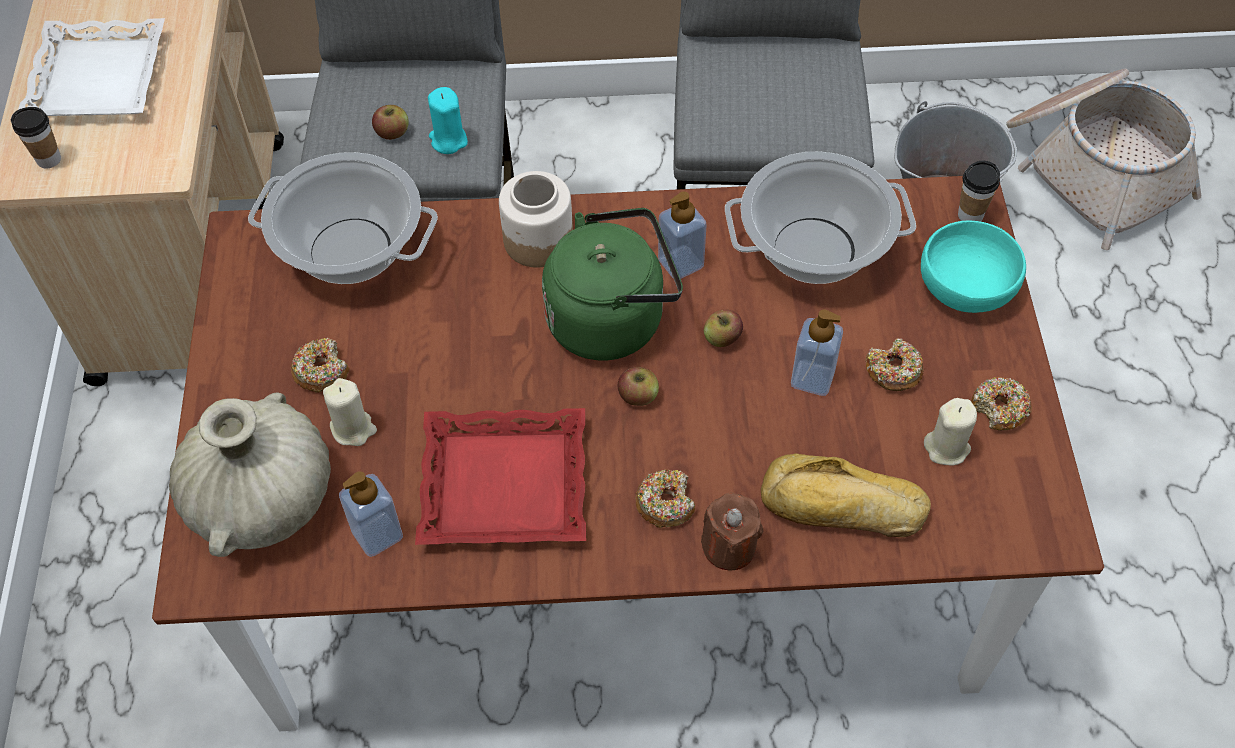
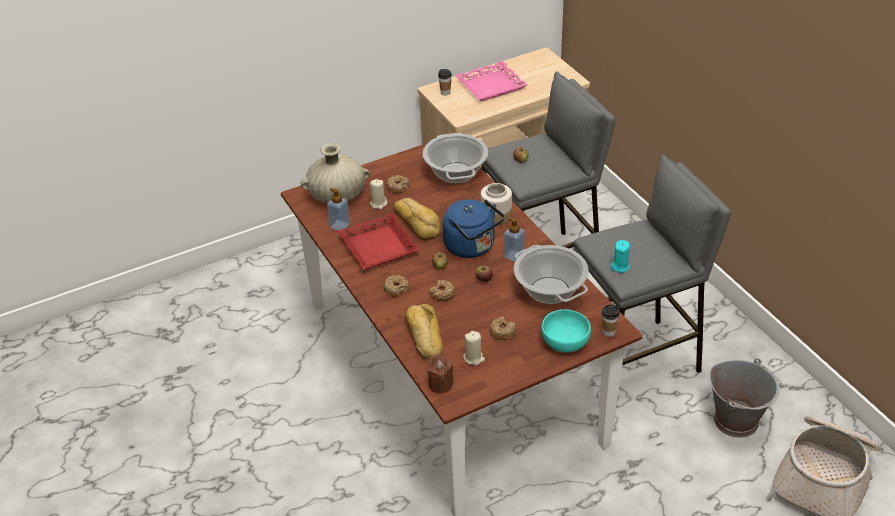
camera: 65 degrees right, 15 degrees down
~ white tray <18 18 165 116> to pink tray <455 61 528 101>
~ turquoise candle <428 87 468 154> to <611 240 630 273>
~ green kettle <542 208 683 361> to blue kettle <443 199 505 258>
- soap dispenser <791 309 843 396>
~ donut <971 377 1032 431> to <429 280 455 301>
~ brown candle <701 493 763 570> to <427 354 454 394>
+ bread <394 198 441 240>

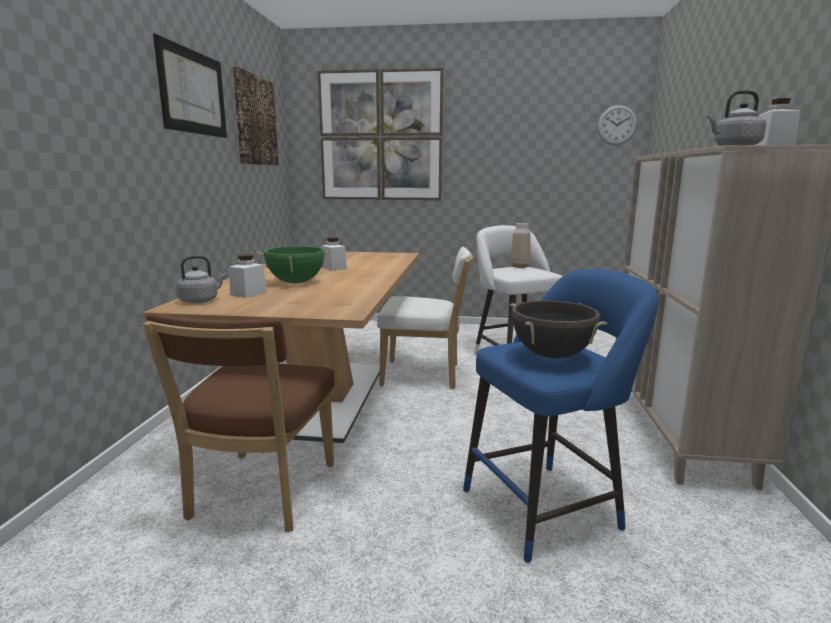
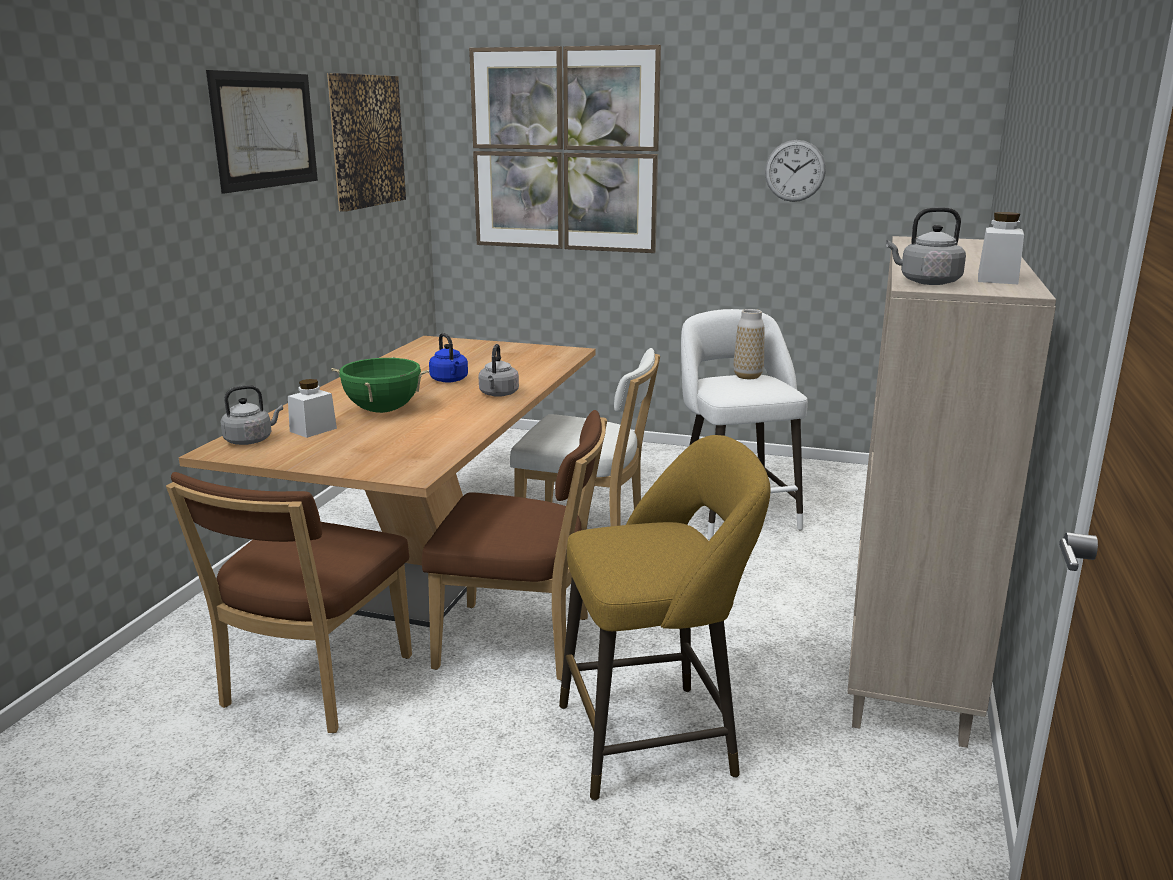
camera: 10 degrees right, 5 degrees up
~ wall clock <598 105 637 145> to <765 140 826 202>
~ white jar <321 237 347 271> to blue kettle <429 333 468 383>
~ blue stool <463 269 659 563> to yellow stool <559 435 770 801>
- black cooking pot <510 300 607 359>
+ grey kettle <479 344 519 397>
+ brown chair <422 410 607 681>

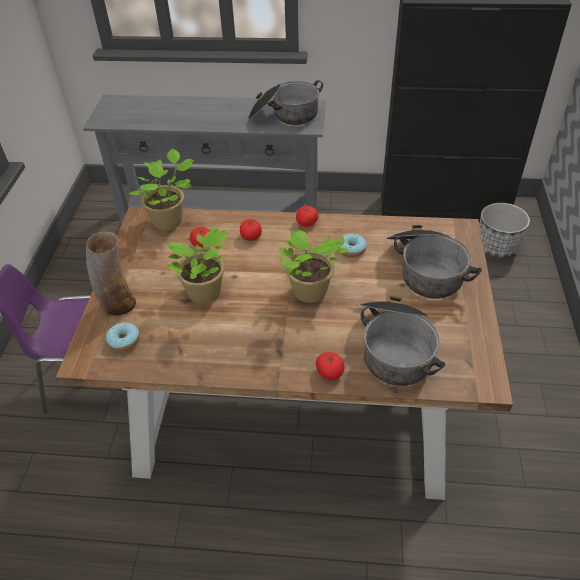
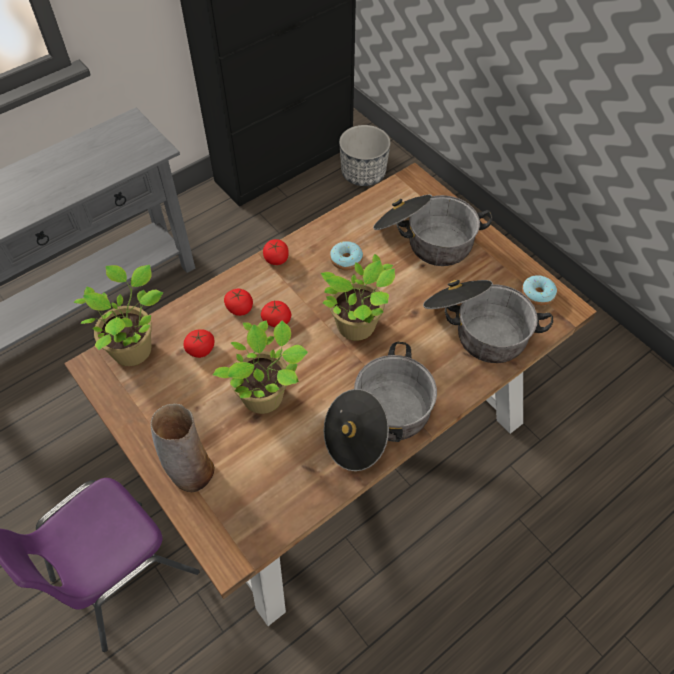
camera: 45 degrees left, 10 degrees up
~ cooking pot <248 80 323 125> to <324 342 437 471>
~ donut <106 322 140 352> to <522 275 557 306>
~ tomato <316 352 344 380> to <261 301 291 327>

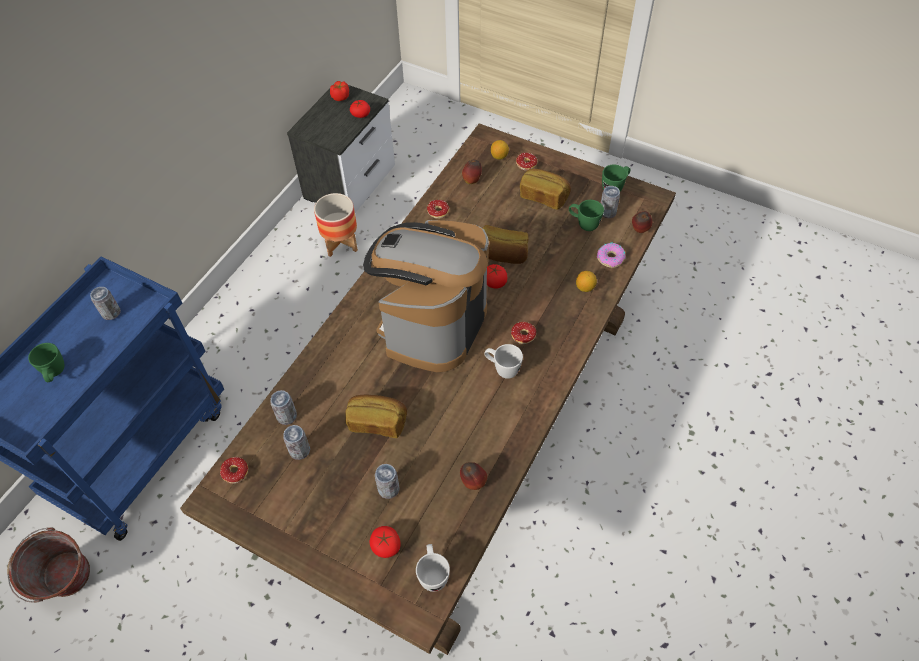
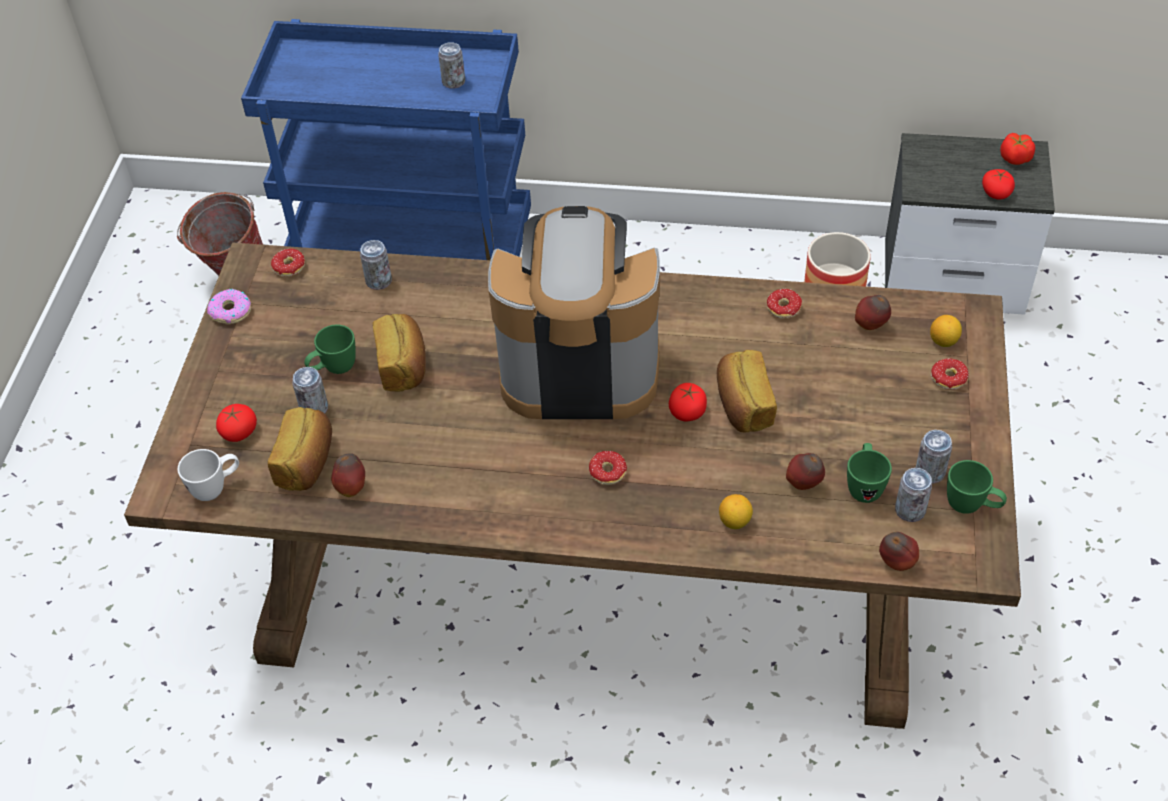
camera: 70 degrees right, 5 degrees down
~ bread <520 169 571 210> to <268 407 332 491>
~ donut <597 242 626 268> to <207 289 251 324>
~ green mug <28 343 65 382> to <304 325 356 374>
- white mug <484 344 523 379>
~ can <283 425 310 460> to <915 430 952 483>
+ apple <786 453 825 490>

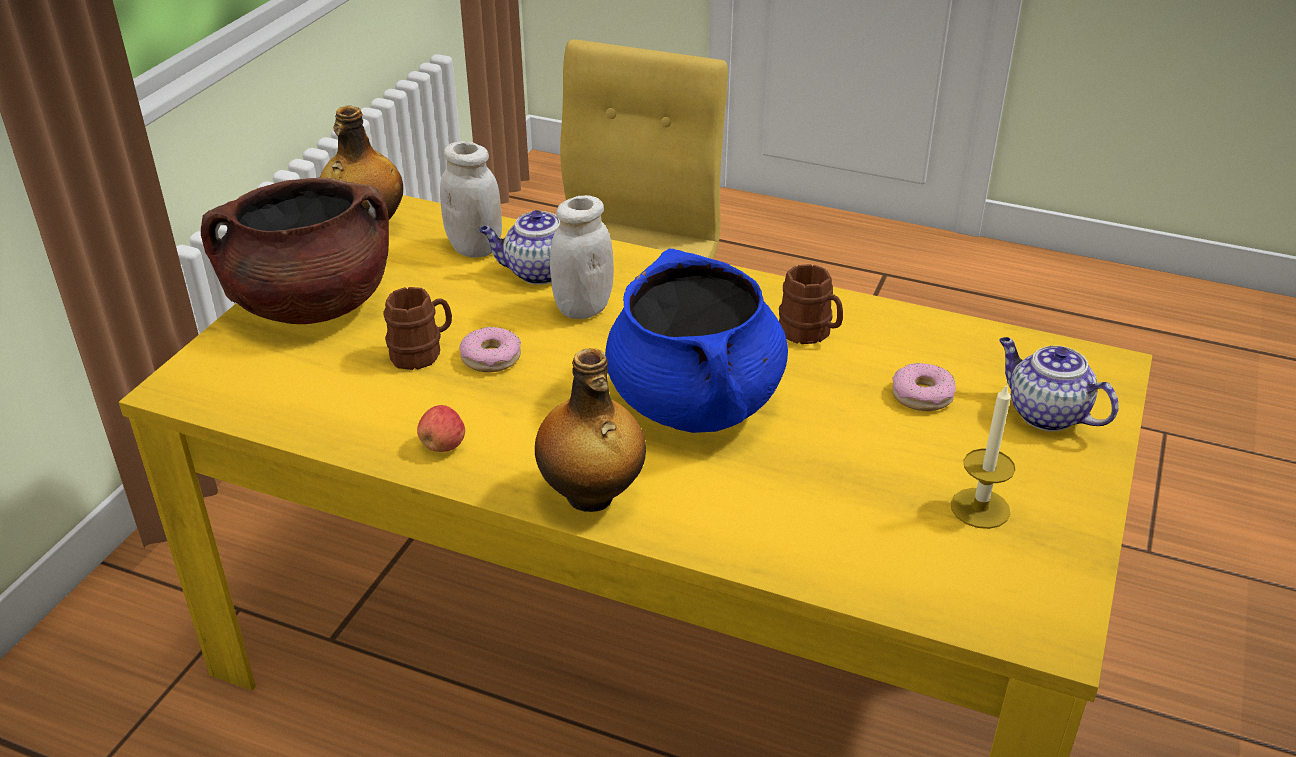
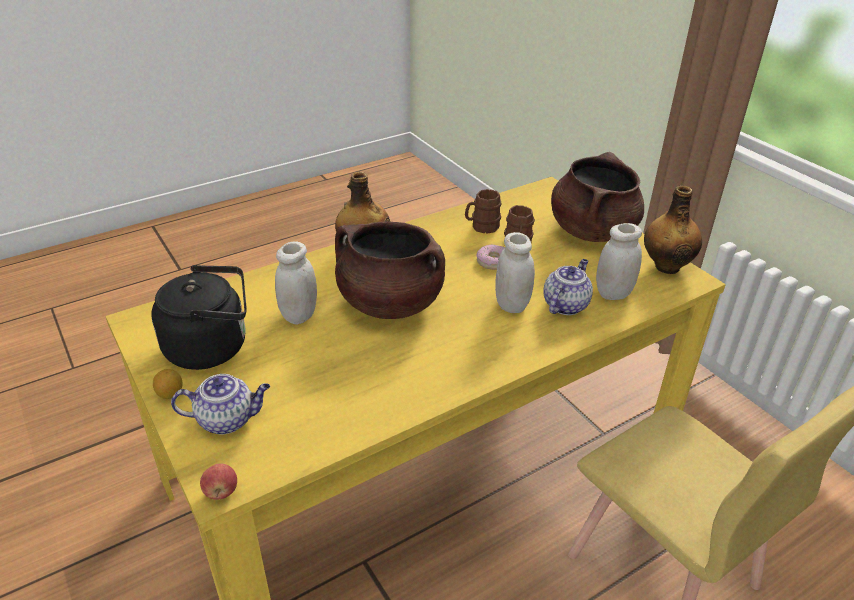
camera: 125 degrees right, 0 degrees up
~ blue cooking pot <605 249 788 433> to brown cooking pot <335 222 445 319>
~ brown mug <779 264 843 344> to <465 189 501 233>
- donut <892 363 956 411>
~ candle <951 383 1016 529> to black kettle <151 265 246 370>
~ apple <417 405 465 452> to <200 463 237 500>
+ white jar <275 241 317 325>
+ lemon <153 369 183 399>

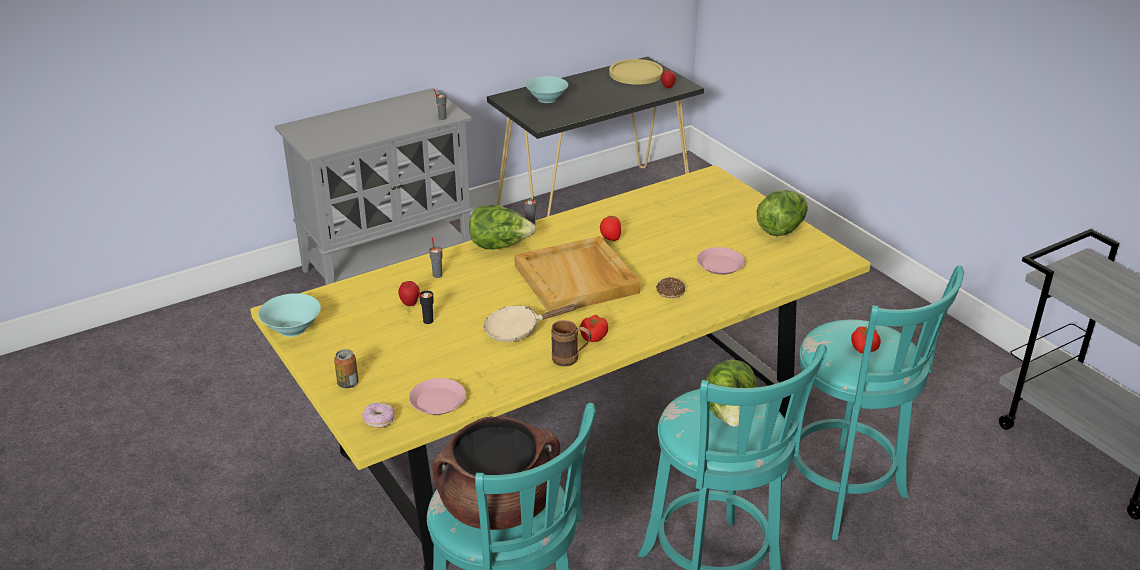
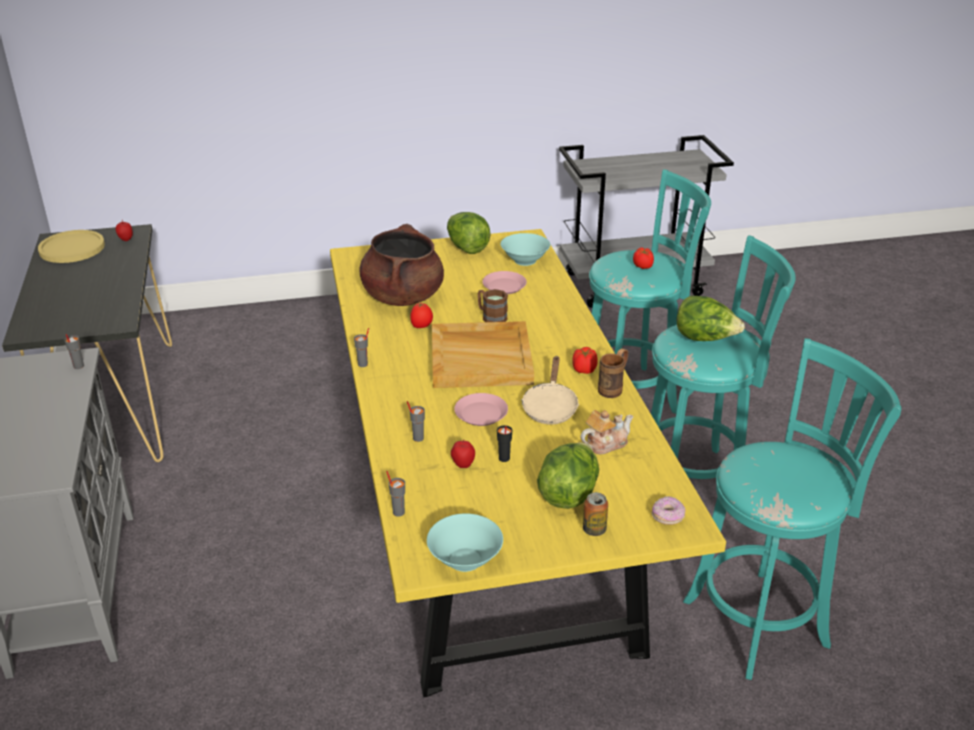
camera: 70 degrees left, 0 degrees up
~ turquoise bowl <526 76 568 103> to <501 233 550 266>
~ lettuce <469 205 536 250> to <537 442 599 509>
- donut <656 277 685 298>
~ pink plate <409 378 466 415> to <454 393 508 426>
~ brown cooking pot <432 416 560 530> to <359 224 444 306>
+ brown mug <478 289 508 322>
+ teapot <580 410 633 454>
+ grey cup <386 471 405 517>

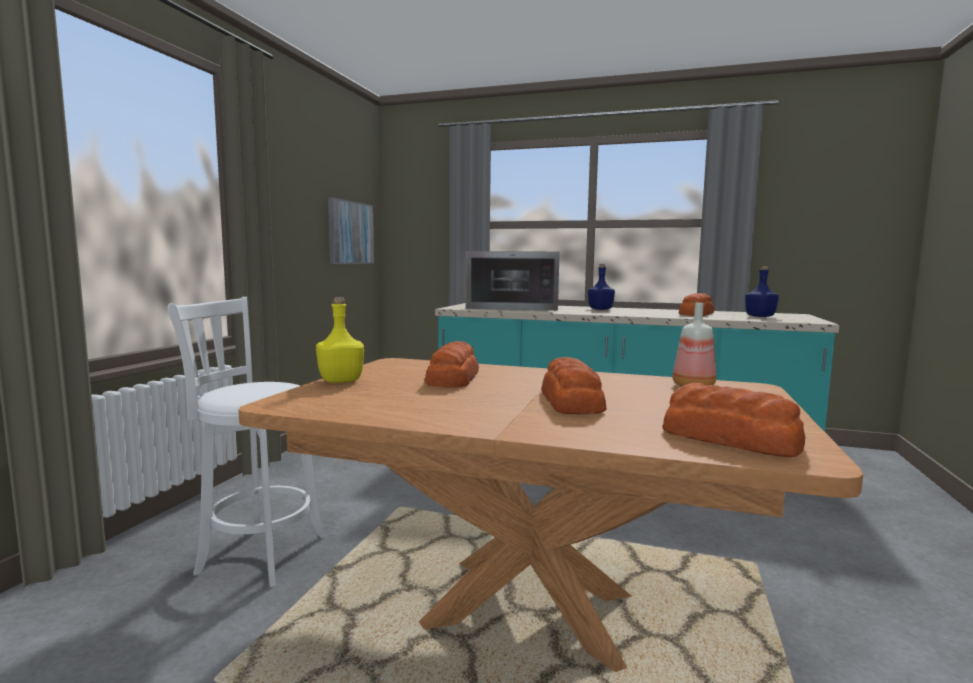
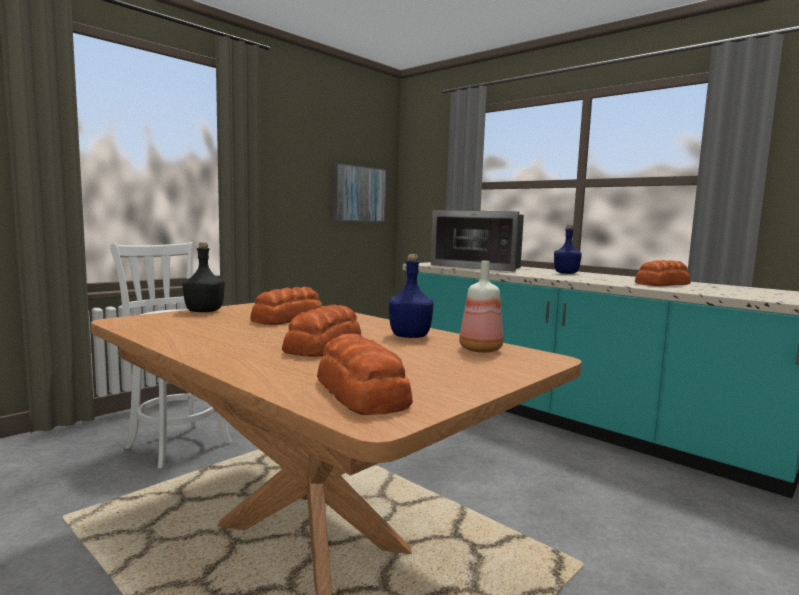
camera: 25 degrees right, 0 degrees up
~ blue bottle <745 266 779 317> to <389 254 433 338>
~ yellow bottle <316 297 364 383> to black bottle <182 242 225 312>

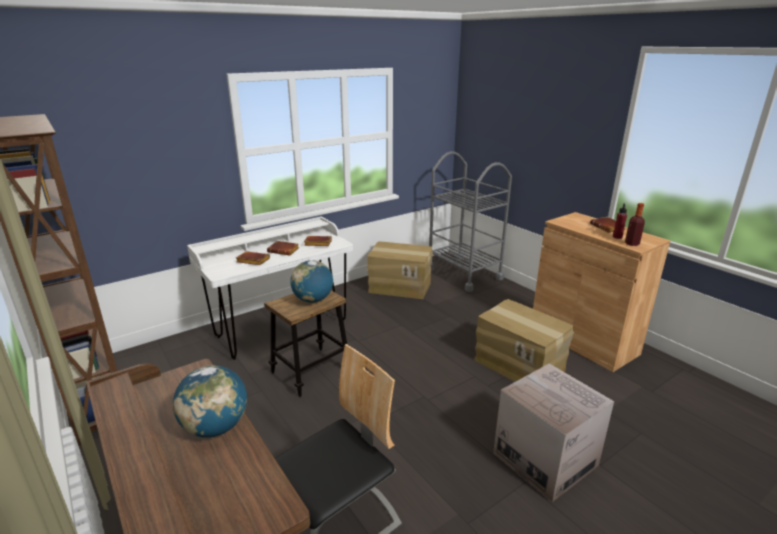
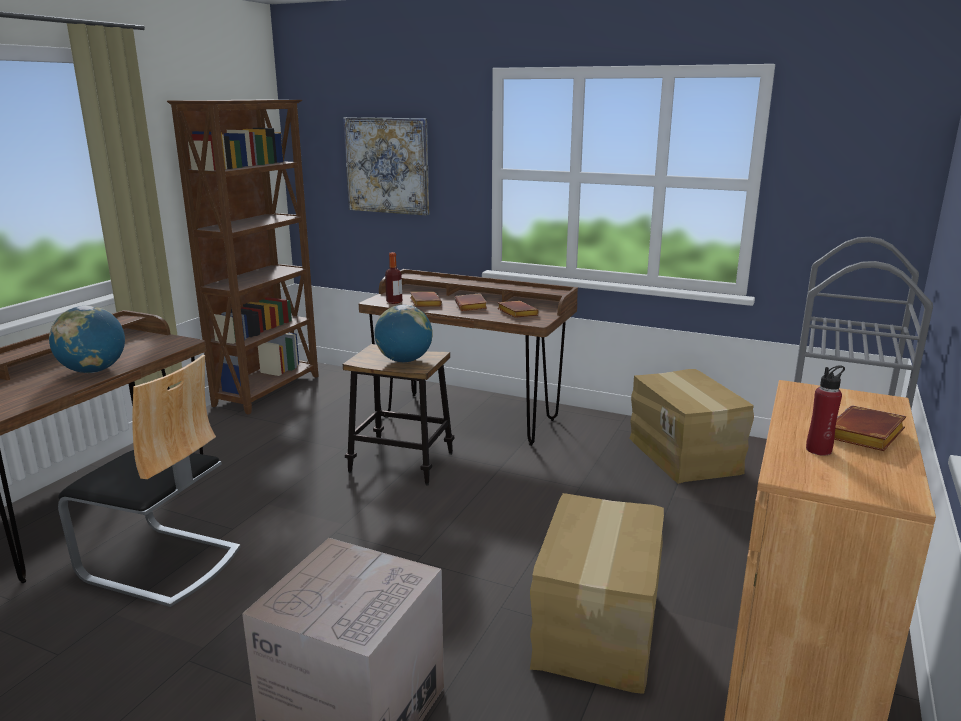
camera: 60 degrees right, 5 degrees down
~ bottle <625 203 645 246> to <385 252 402 304>
~ white desk <187 216 353 360> to brown desk <358 269 578 446>
+ picture <343 117 429 216>

